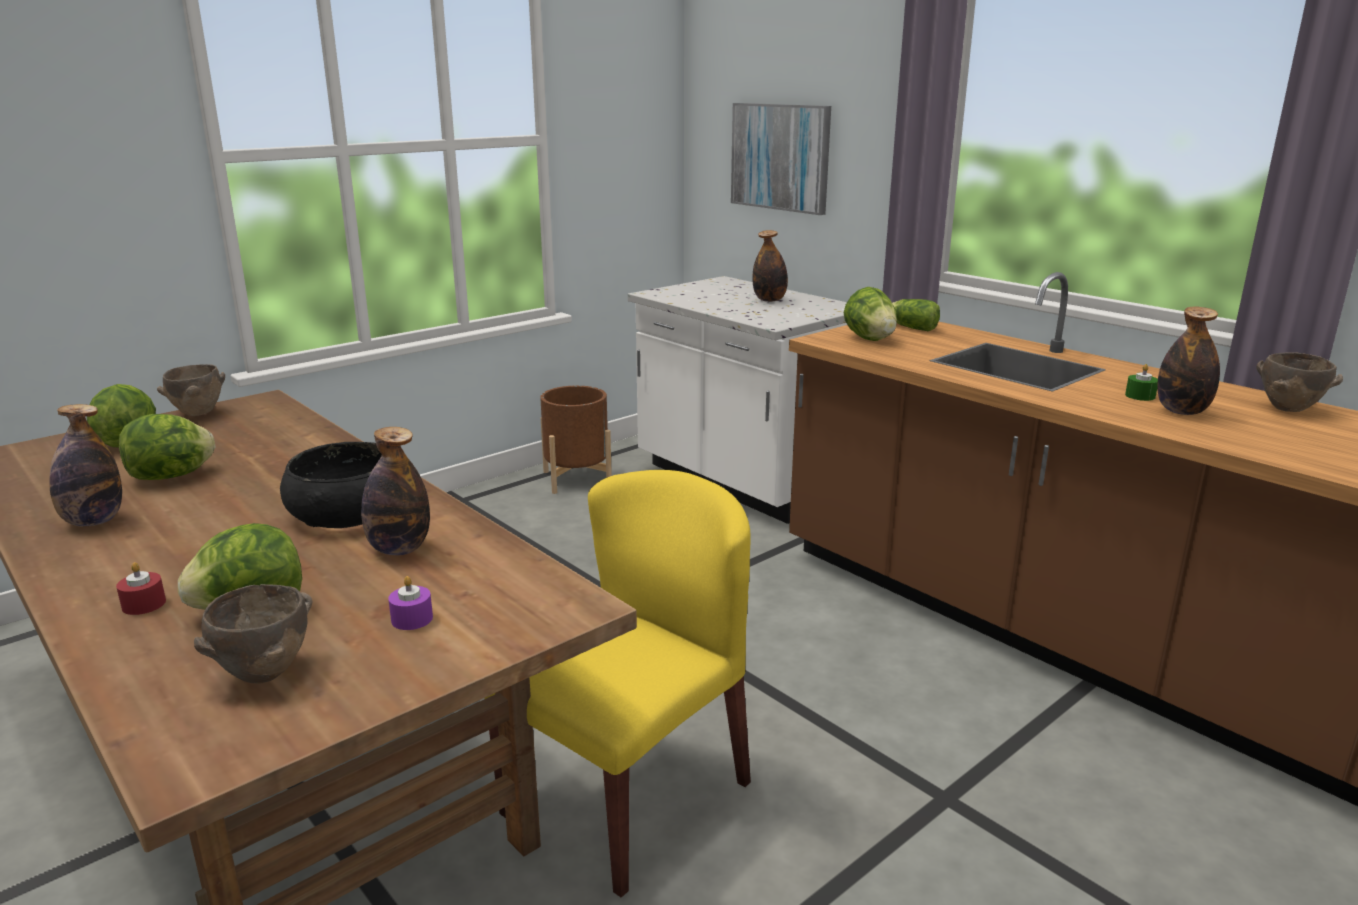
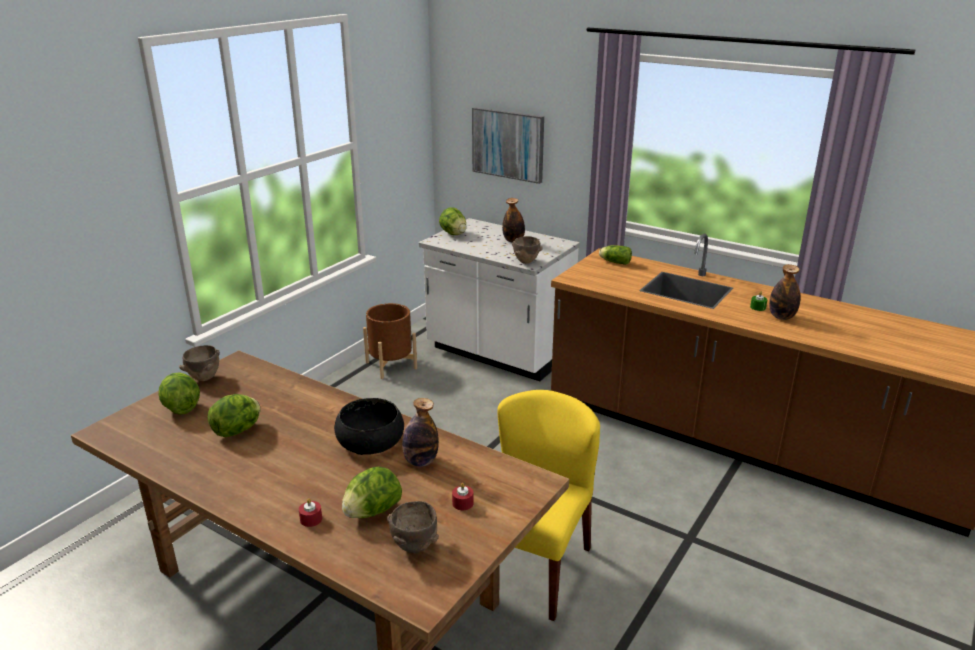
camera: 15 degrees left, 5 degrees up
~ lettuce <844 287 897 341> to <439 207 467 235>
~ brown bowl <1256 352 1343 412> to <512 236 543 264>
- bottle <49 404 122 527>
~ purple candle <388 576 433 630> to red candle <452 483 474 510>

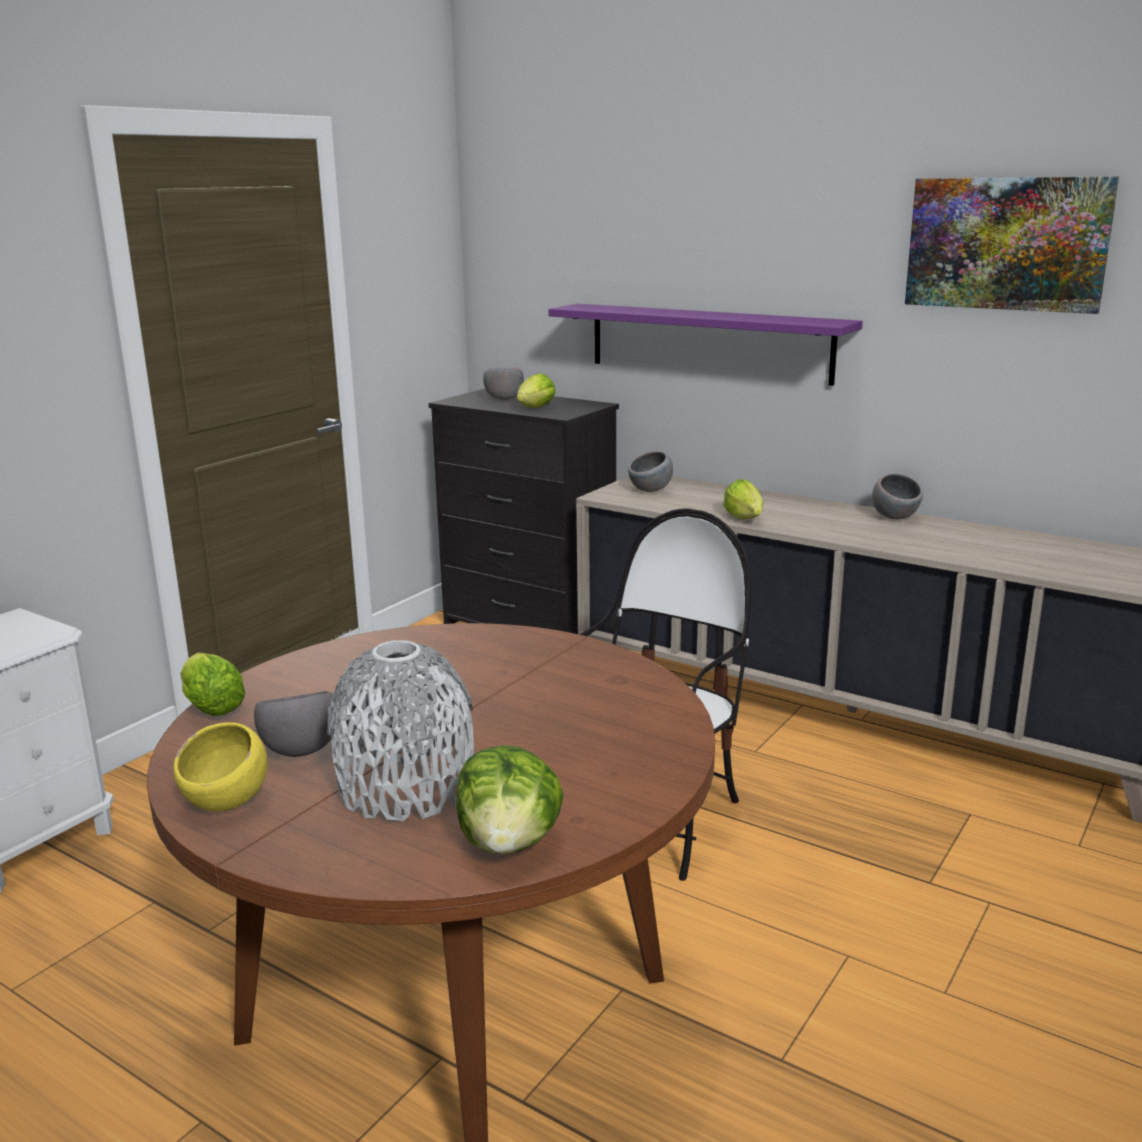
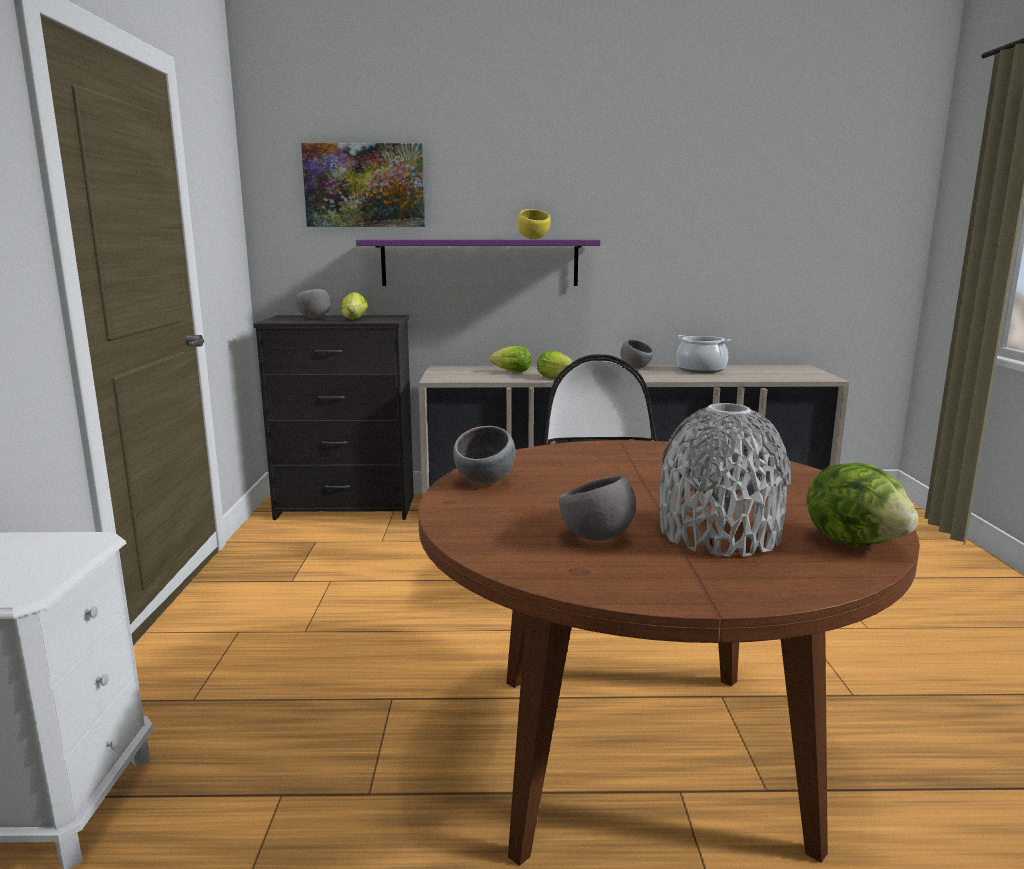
camera: 35 degrees left, 5 degrees down
~ picture <905 177 1119 314> to <301 143 425 227>
~ grey bowl <628 451 673 492> to <453 426 516 485>
~ lettuce <180 653 246 716> to <490 346 531 372>
~ yellow bowl <174 722 268 811> to <517 209 551 239>
+ cooking pot <676 335 731 373>

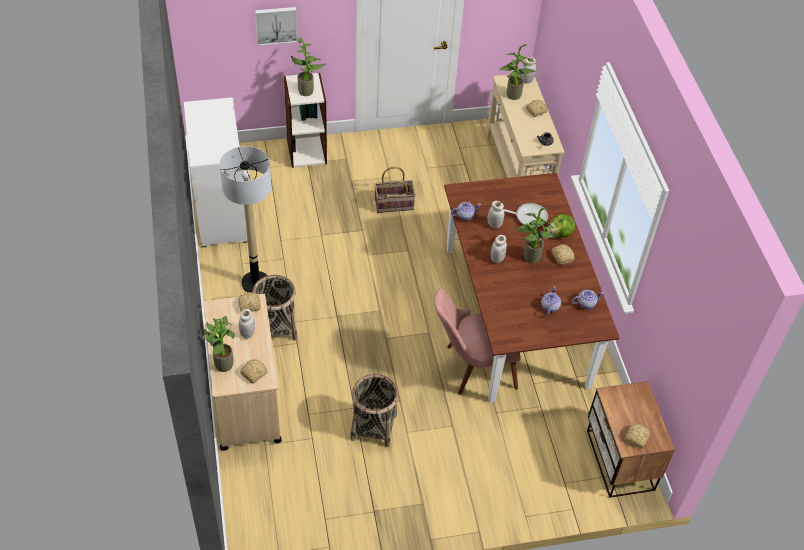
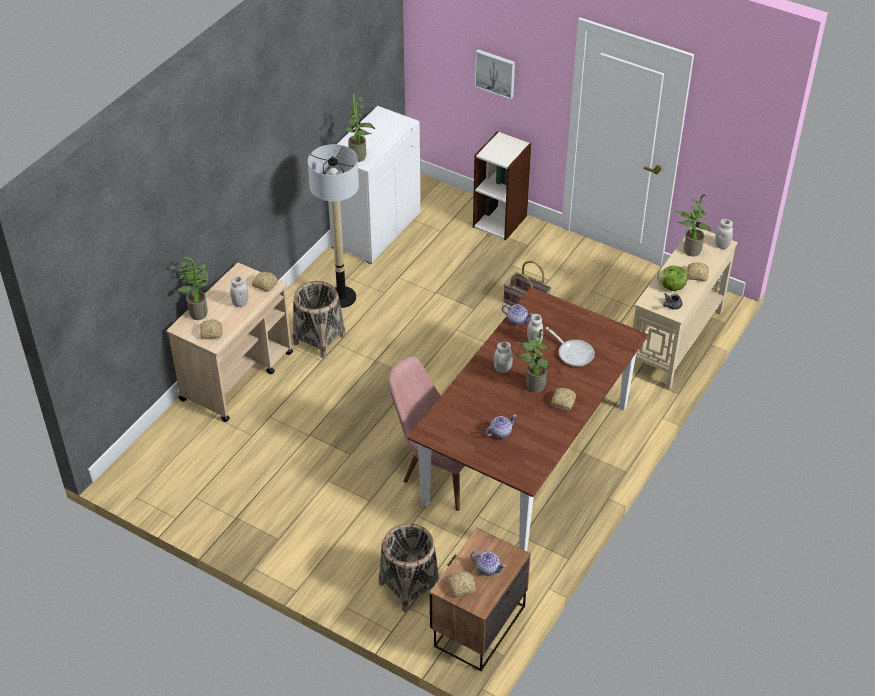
camera: 45 degrees right, 5 degrees down
~ potted plant <291 37 326 96> to <345 94 375 162>
~ lettuce <547 214 575 238> to <657 266 688 291>
~ teapot <572 290 604 309> to <470 551 506 576>
~ basket <350 374 398 447> to <379 523 439 612>

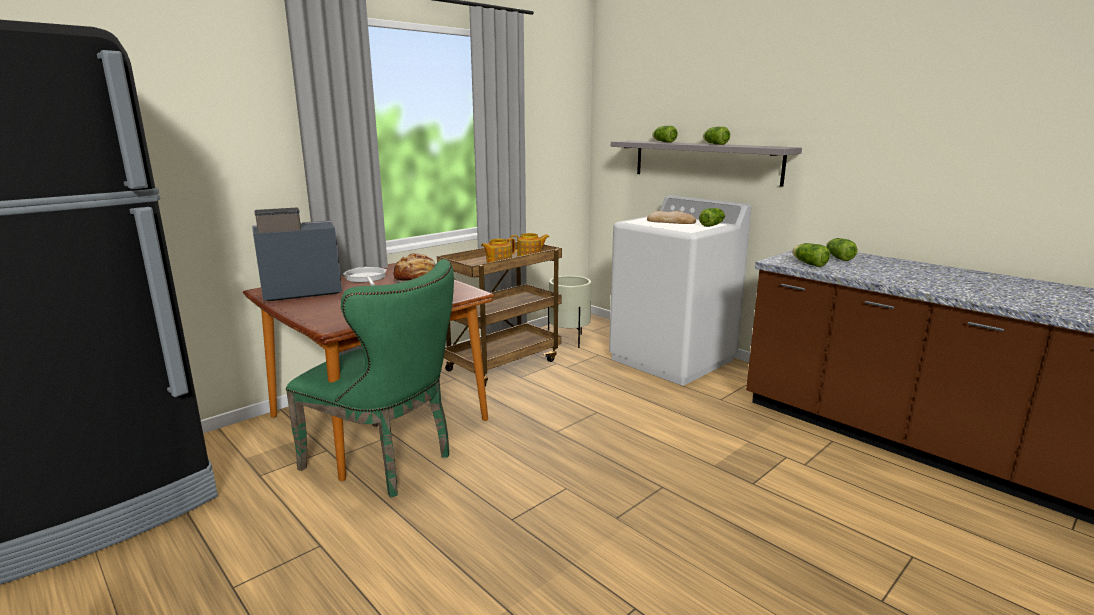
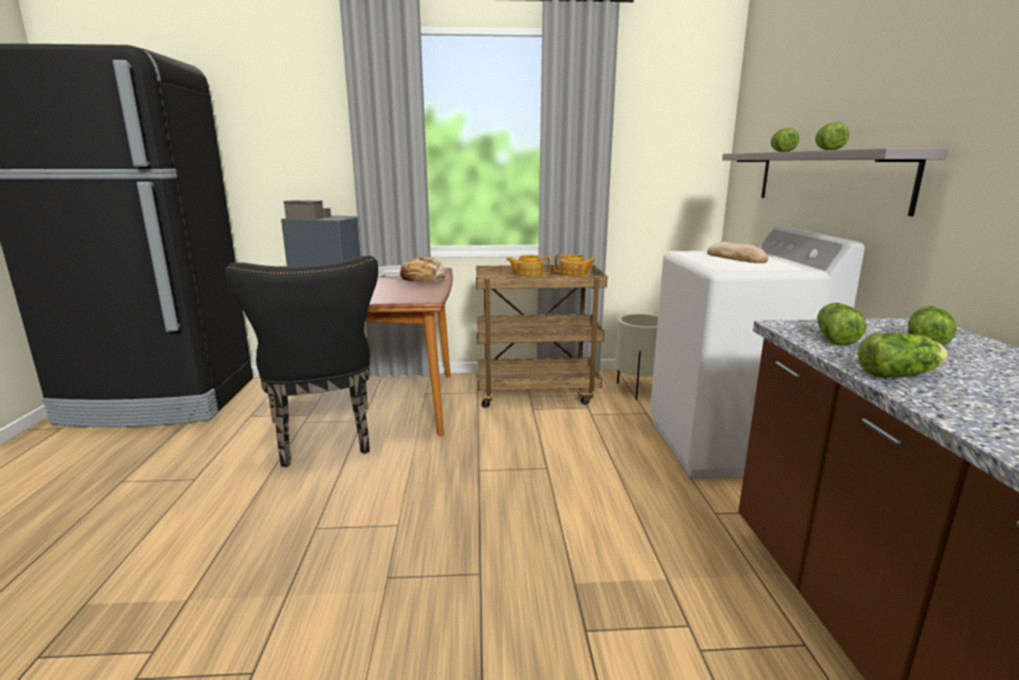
camera: 40 degrees right, 0 degrees up
~ lettuce <699 208 725 227> to <858 333 948 377>
~ green chair <286 259 454 498> to black chair <225 255 378 467>

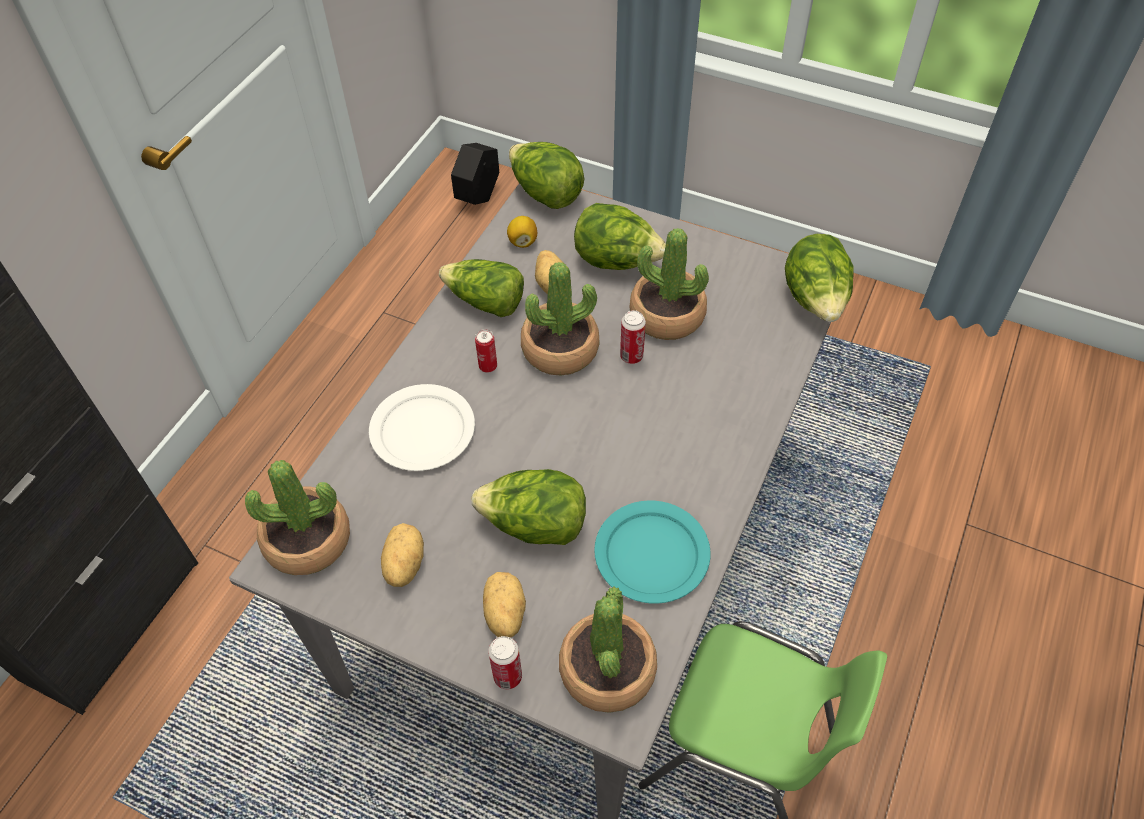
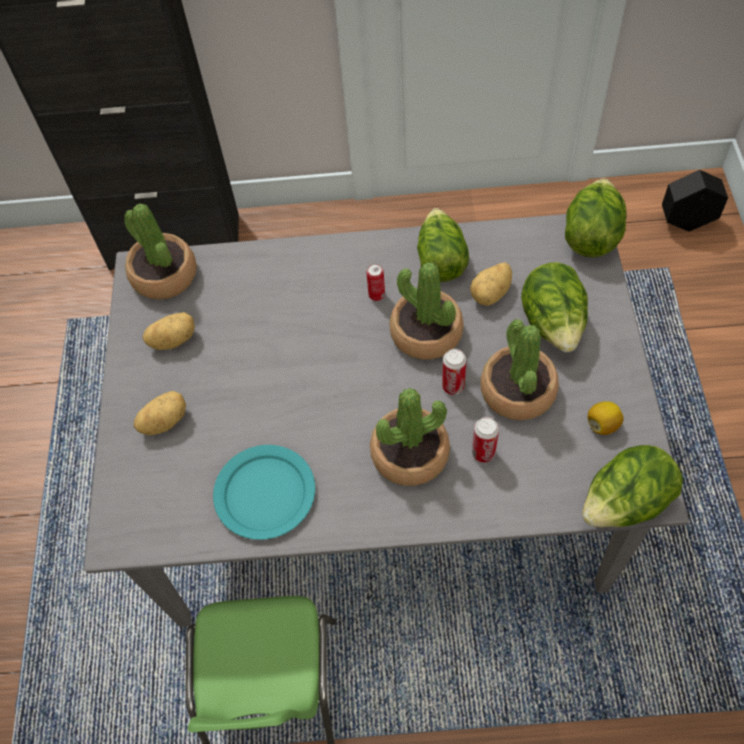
camera: 65 degrees right, 5 degrees up
~ lemon <507 216 537 248> to <588 401 624 435>
- white plate <369 384 475 471>
- lettuce <471 469 586 545>
~ potted plant <559 587 657 713> to <370 388 450 486>
~ can <488 636 522 689> to <472 417 499 463>

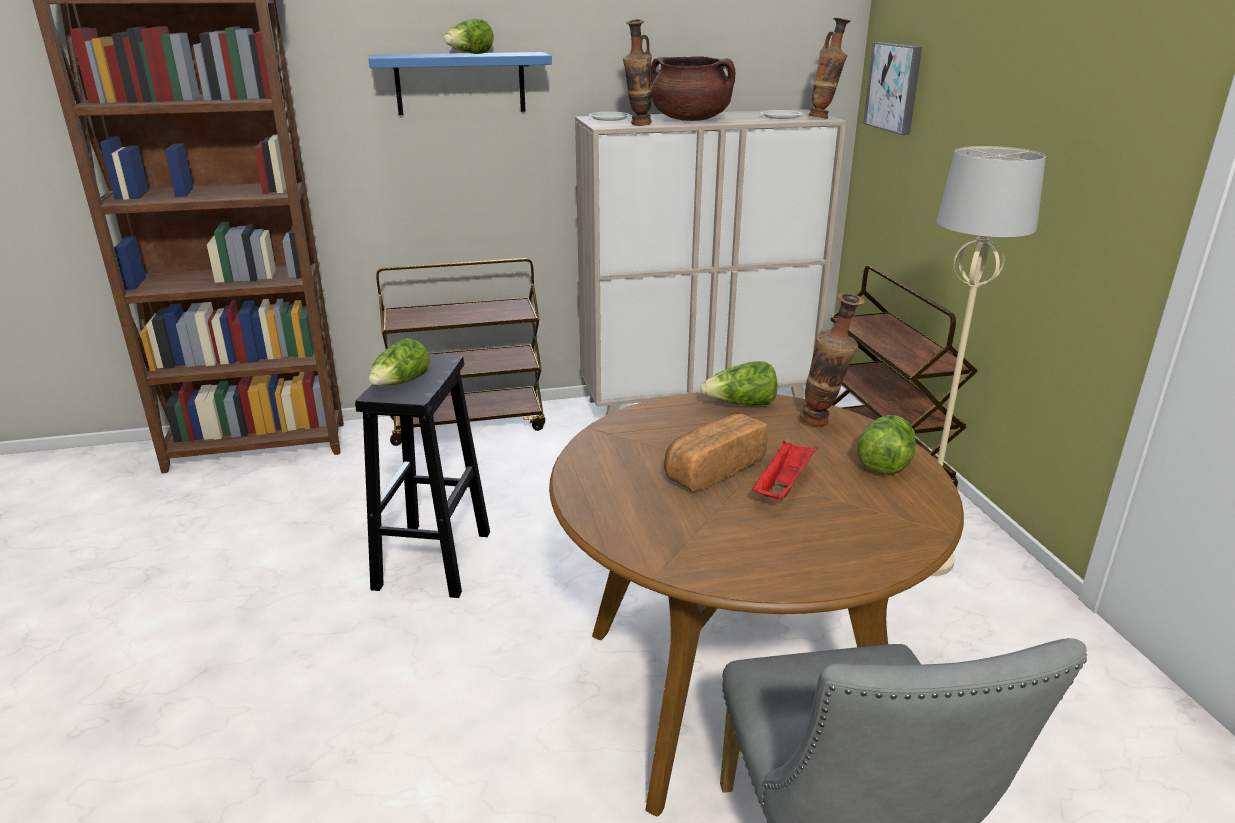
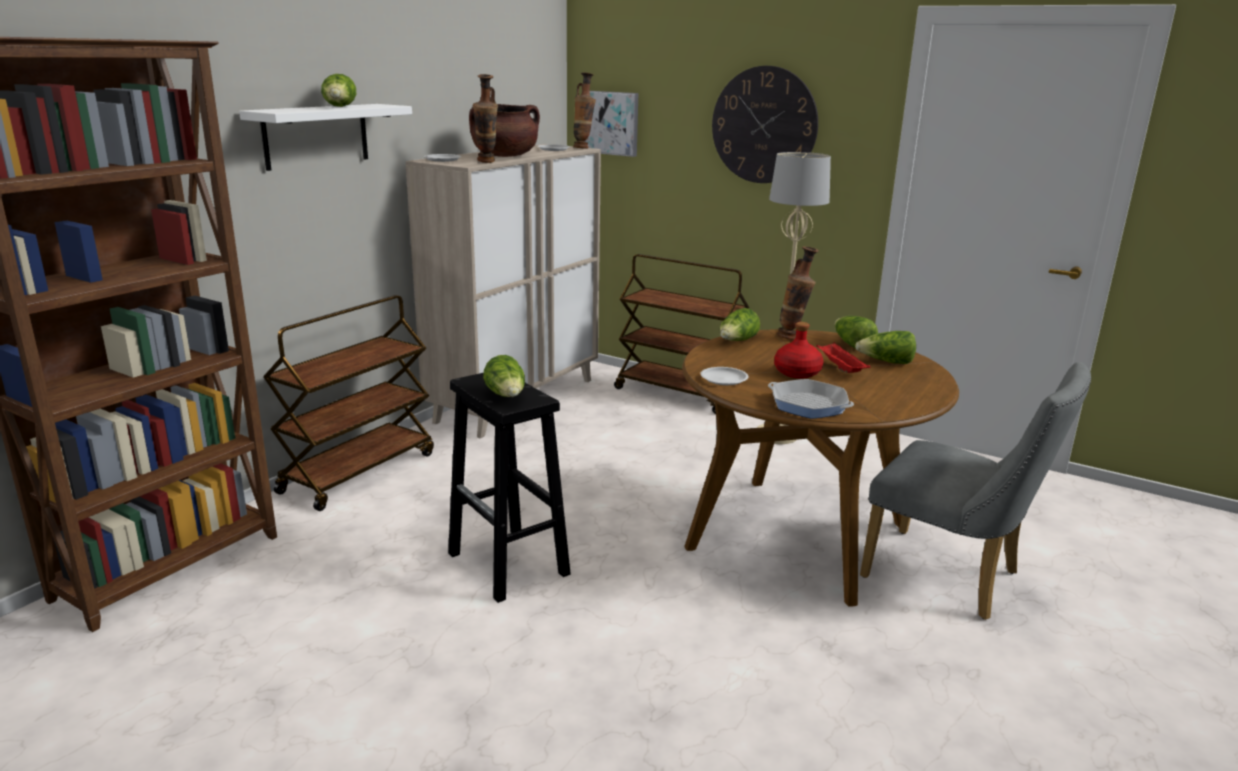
camera: 45 degrees left, 5 degrees down
~ blue shelf <369 52 552 115> to white shelf <239 104 412 171>
~ bread <664 414 768 491> to red bottle <774 322 823 378>
+ wall clock <712 66 818 183>
+ lettuce <855 331 916 364>
+ white plate <701 367 749 385>
+ frying pan <768 379 854 419>

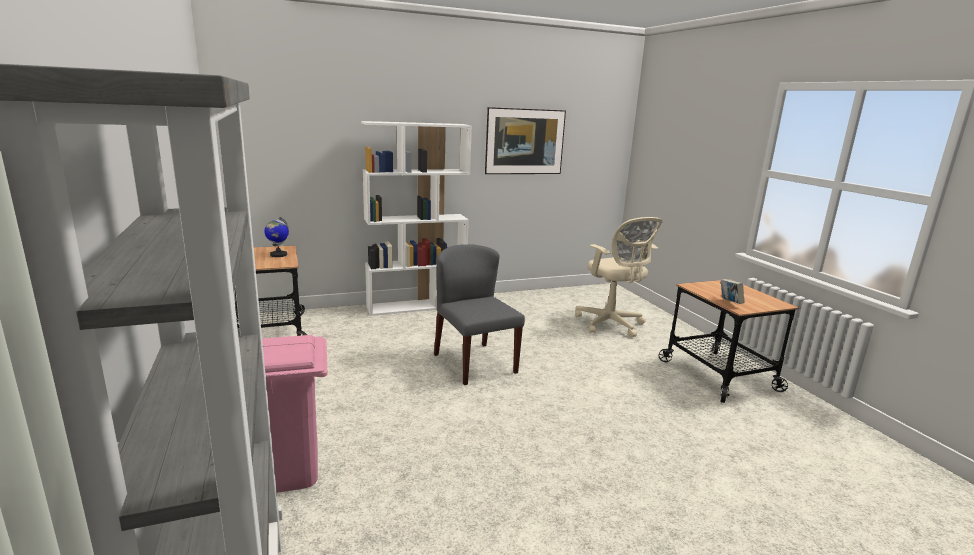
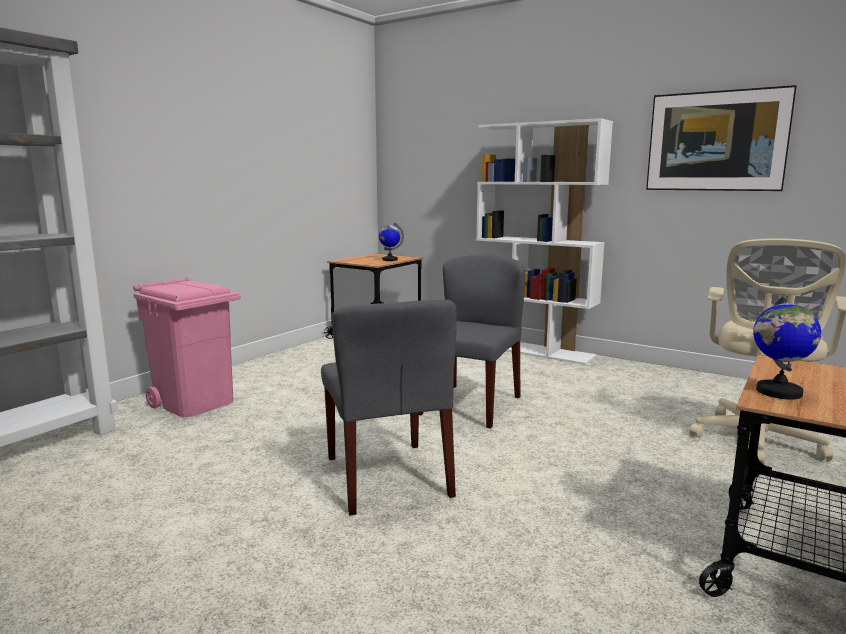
camera: 55 degrees right, 5 degrees down
~ book <721 279 745 304> to globe <753 294 821 400>
+ grey chair <321 300 456 516>

